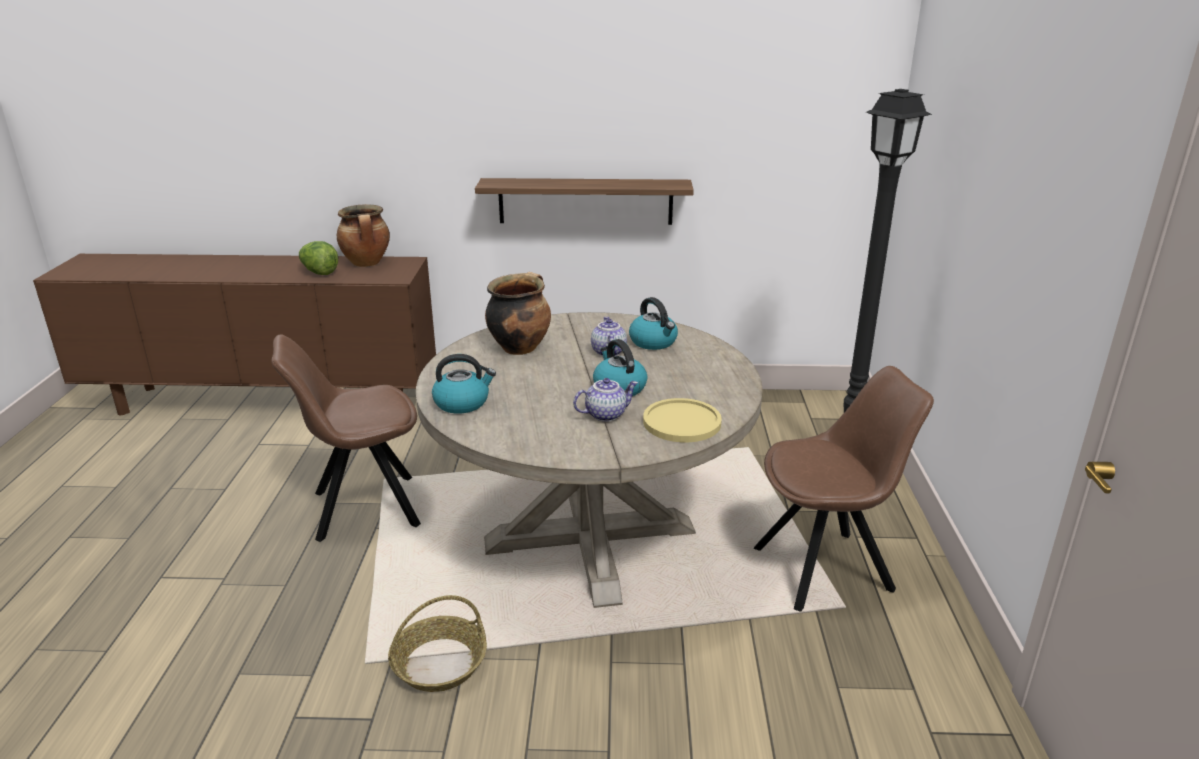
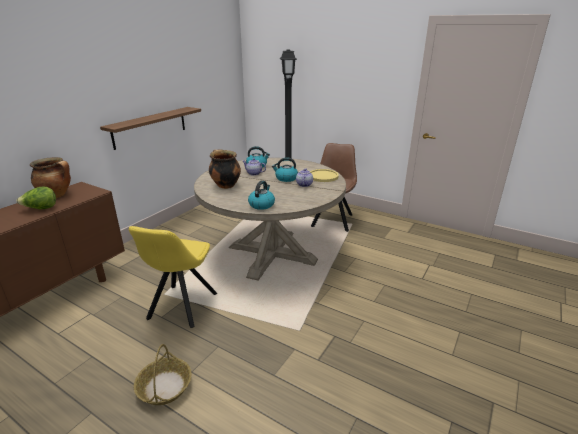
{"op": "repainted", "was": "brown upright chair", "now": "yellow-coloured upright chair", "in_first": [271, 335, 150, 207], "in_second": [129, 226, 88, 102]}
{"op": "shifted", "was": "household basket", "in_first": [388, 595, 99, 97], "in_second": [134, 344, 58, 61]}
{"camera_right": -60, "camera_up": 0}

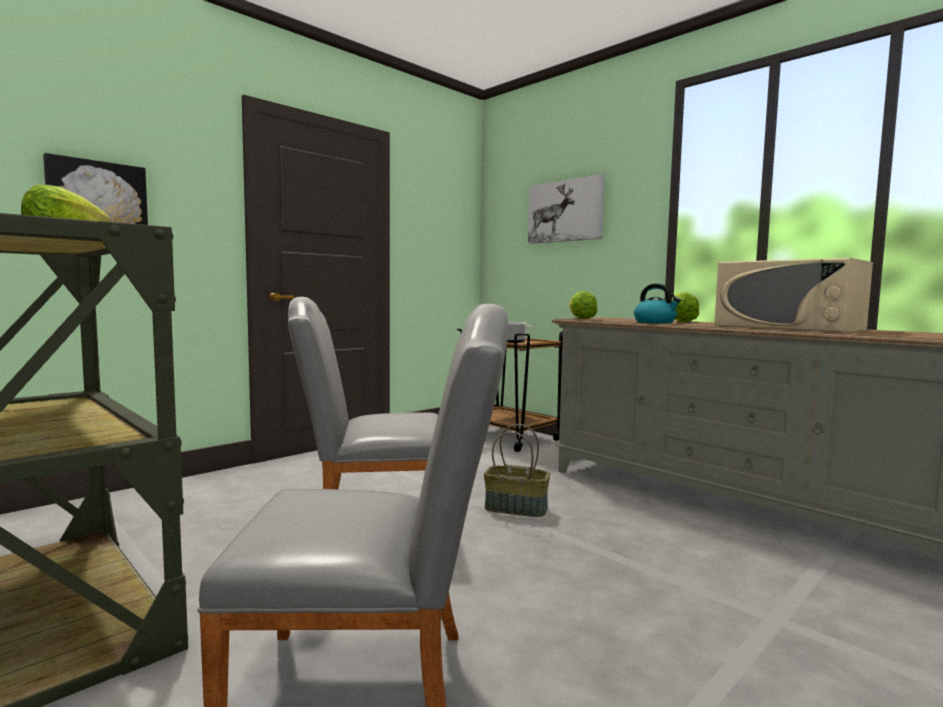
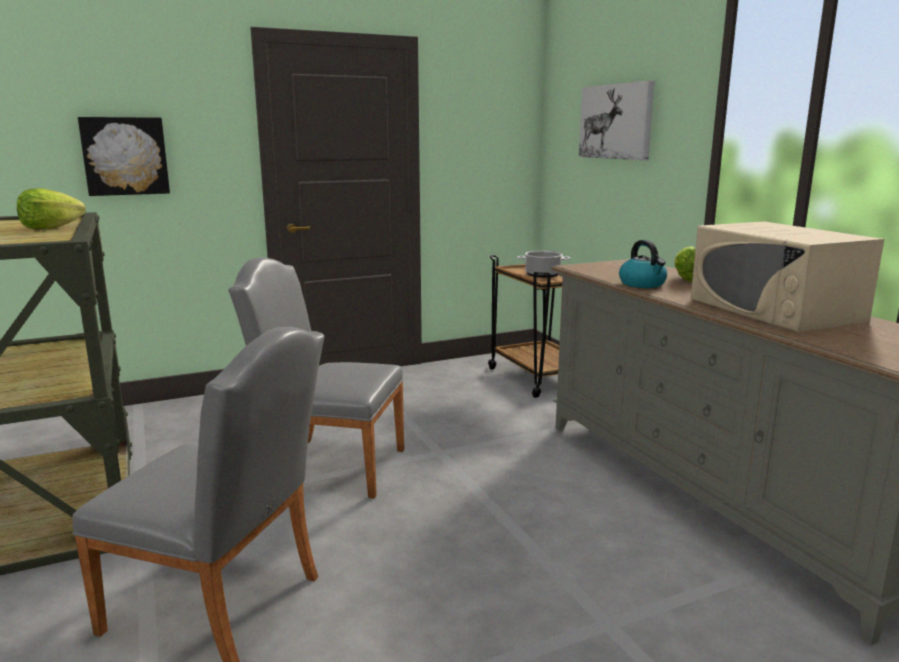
{"op": "gone", "was": "household basket", "in_first": [484, 424, 66, 93]}
{"op": "gone", "was": "head of lettuce", "in_first": [569, 291, 29, 28]}
{"camera_right": 20, "camera_up": 10}

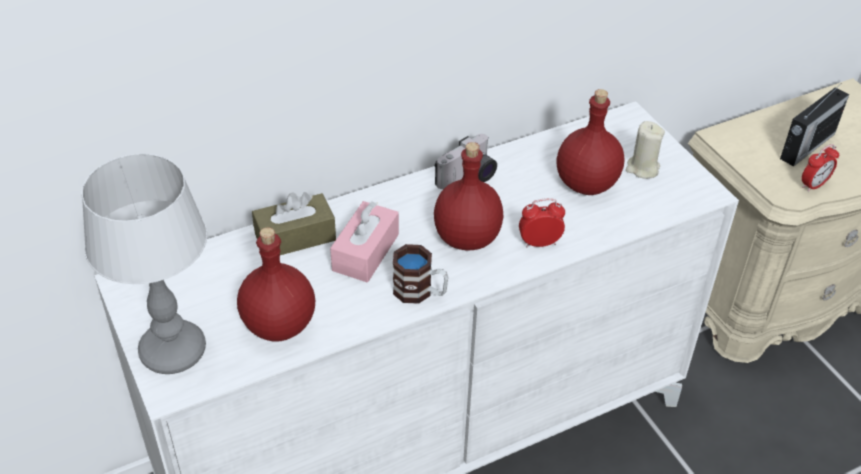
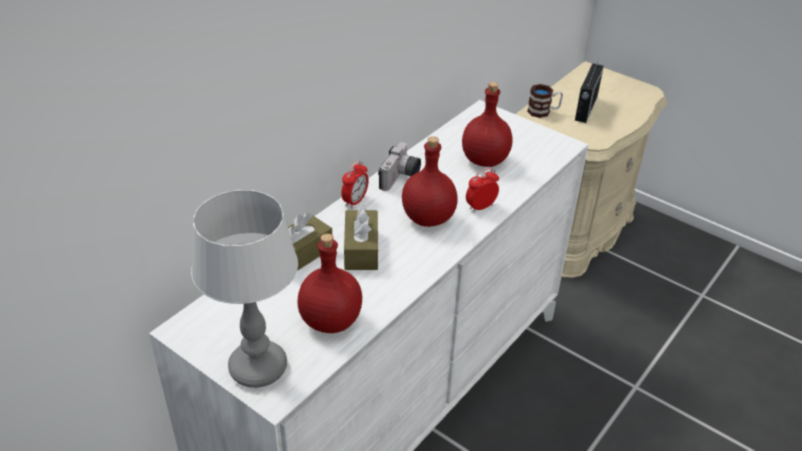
{"op": "shifted", "was": "alarm clock", "in_first": [802, 144, 37, 48], "in_second": [341, 161, 28, 48]}
{"op": "repainted", "was": "pink-coloured tissue holder", "now": "brown tissue holder", "in_first": [330, 201, 69, 81], "in_second": [344, 205, 34, 65]}
{"op": "shifted", "was": "coffee mug", "in_first": [393, 244, 56, 60], "in_second": [527, 84, 36, 34]}
{"op": "gone", "was": "beige wax light", "in_first": [626, 121, 39, 58]}
{"camera_right": -25, "camera_up": -5}

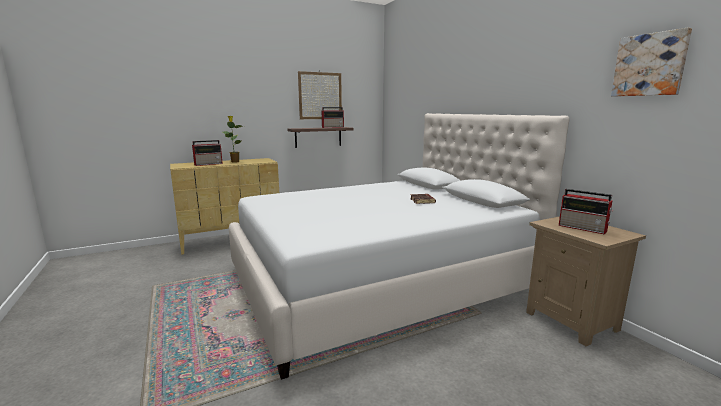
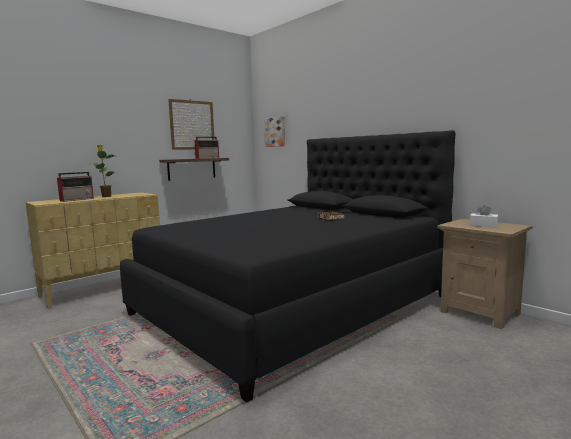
{"op": "repainted", "was": "white sleeping bed", "now": "black-coloured sleeping bed", "in_first": [229, 113, 340, 267], "in_second": [120, 130, 335, 273]}
{"op": "shifted", "was": "picture", "in_first": [611, 27, 81, 69], "in_second": [264, 117, 21, 30]}
{"op": "swapped", "was": "radio set", "now": "white tissue holder", "in_first": [559, 189, 54, 46], "in_second": [470, 205, 28, 22]}
{"camera_right": -15, "camera_up": -5}

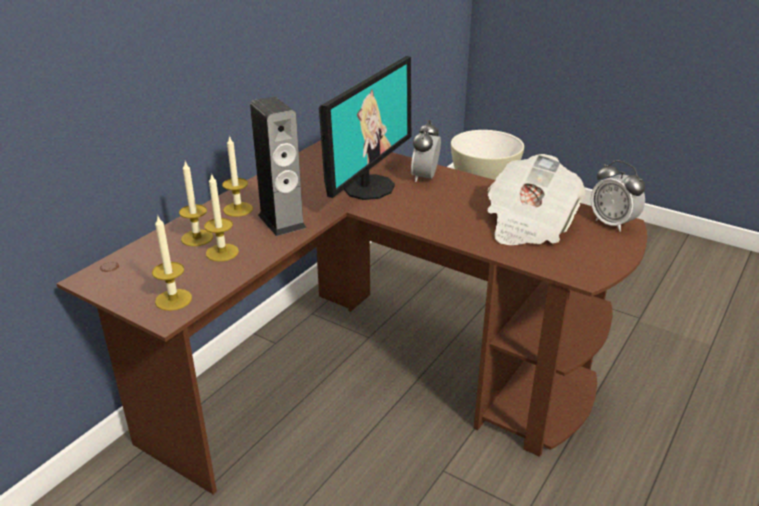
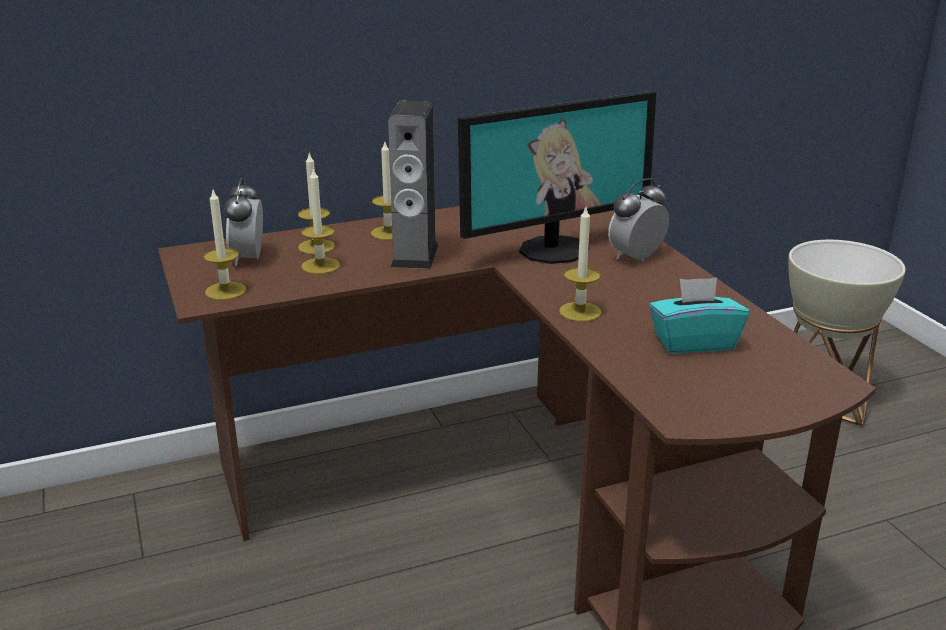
{"op": "shifted", "was": "alarm clock", "in_first": [591, 160, 54, 72], "in_second": [224, 178, 39, 88]}
{"op": "new", "now": "wax light", "in_second": [559, 207, 42, 115]}
{"op": "swapped", "was": "newspaper", "now": "turquoise tissue holder", "in_first": [487, 154, 99, 91], "in_second": [649, 278, 100, 75]}
{"camera_right": 35, "camera_up": -5}

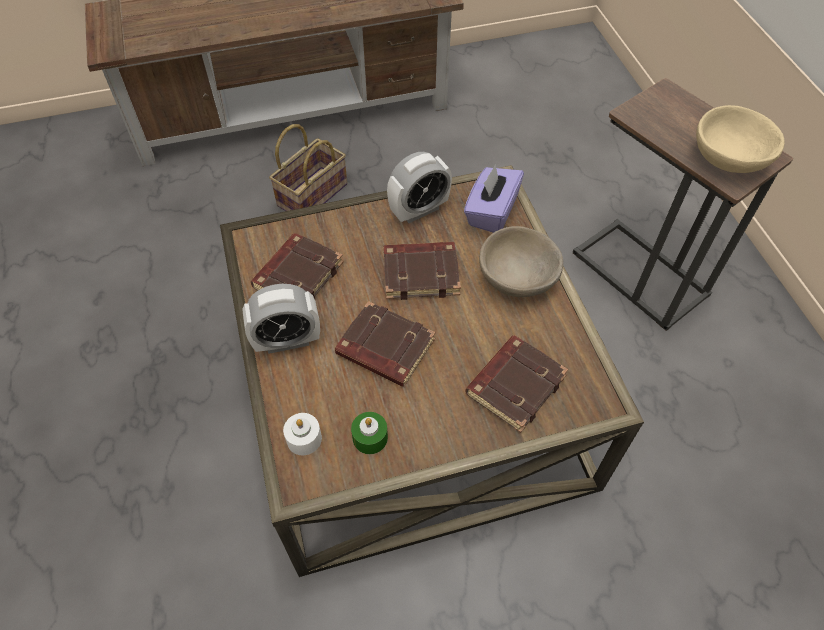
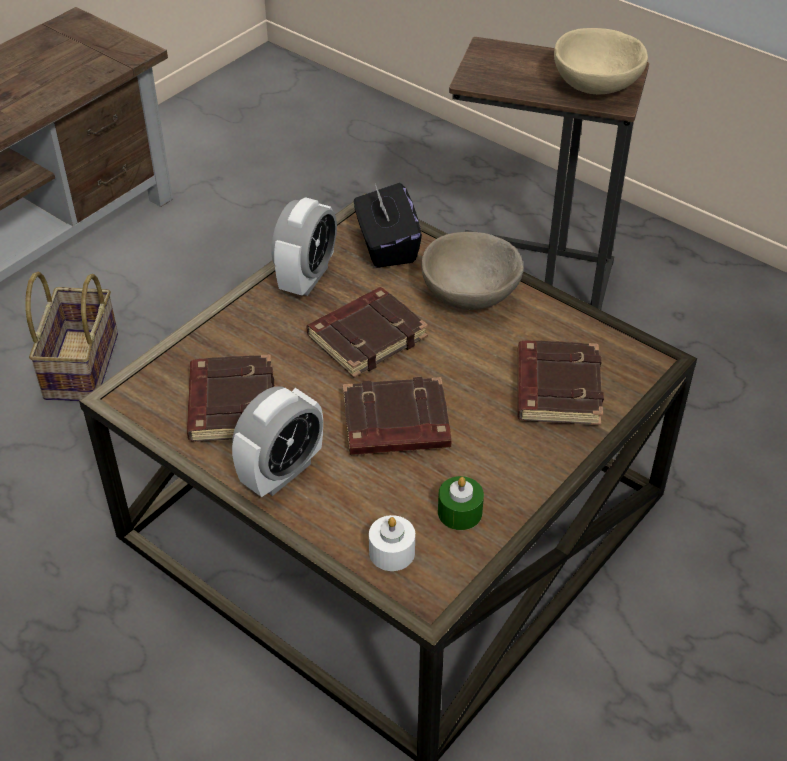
{"op": "repainted", "was": "purple-coloured tissue holder", "now": "black-coloured tissue holder", "in_first": [464, 164, 60, 69], "in_second": [354, 183, 68, 85]}
{"camera_right": -35, "camera_up": -10}

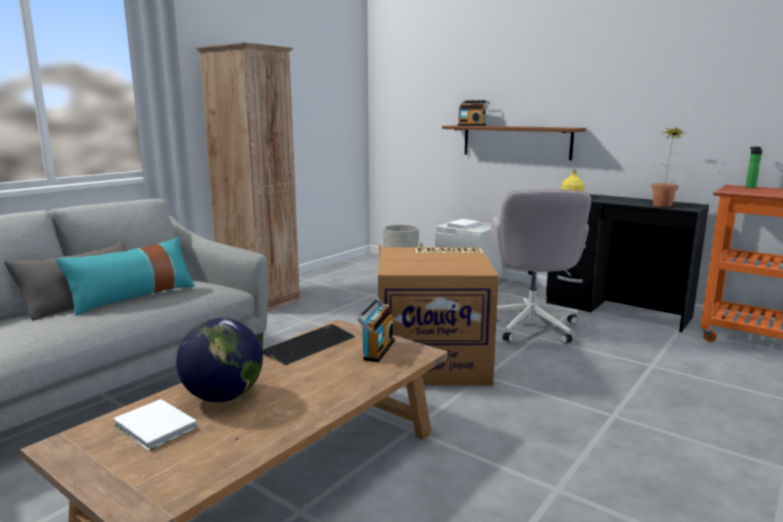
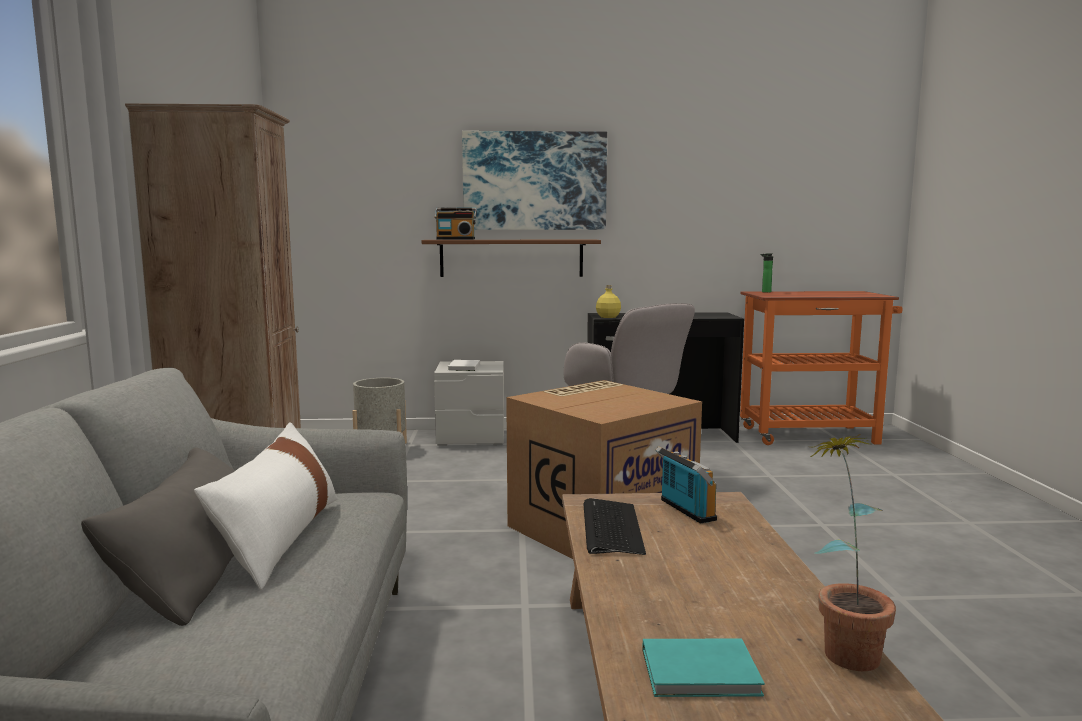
{"op": "repainted", "was": "turquoise pillow", "now": "white pillow", "in_first": [56, 237, 139, 79], "in_second": [194, 422, 144, 168]}
{"op": "new", "now": "picture", "in_second": [462, 131, 145, 99]}
{"op": "repainted", "was": "white bound book", "now": "turquoise bound book", "in_first": [113, 399, 84, 52], "in_second": [643, 638, 122, 59]}
{"op": "shifted", "was": "potted plant", "in_first": [651, 127, 35, 80], "in_second": [810, 434, 86, 237]}
{"op": "gone", "was": "globe", "in_first": [176, 318, 87, 84]}
{"camera_right": -40, "camera_up": -5}

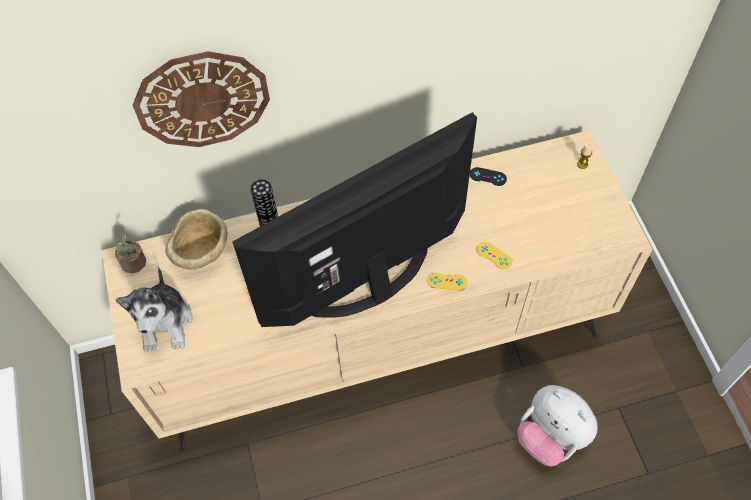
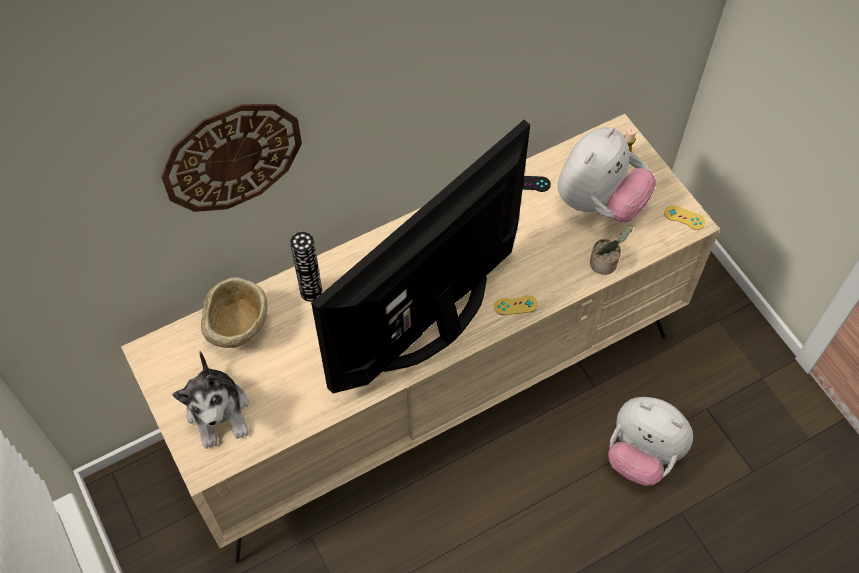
{"op": "new", "now": "plush toy", "in_second": [557, 127, 99, 95]}
{"op": "shifted", "was": "potted plant", "in_first": [115, 232, 31, 41], "in_second": [590, 225, 43, 50]}
{"op": "shifted", "was": "yellow-coloured gamepad", "in_first": [476, 242, 36, 27], "in_second": [664, 205, 41, 25]}
{"camera_right": -15, "camera_up": 0}

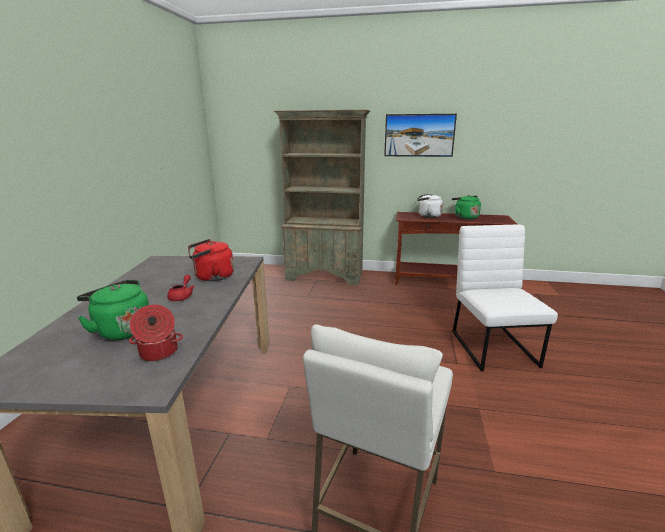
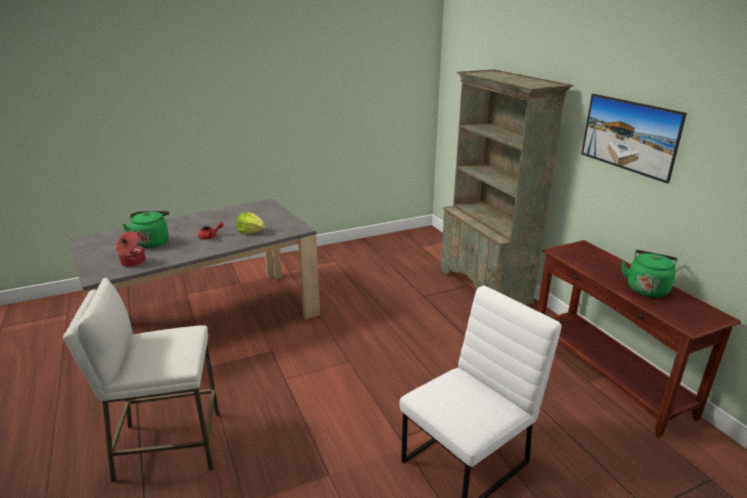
{"op": "swapped", "was": "red water kettle", "now": "head of lettuce", "in_first": [188, 239, 46, 42], "in_second": [237, 212, 29, 22]}
{"op": "gone", "was": "white water kettle", "in_first": [417, 193, 26, 25]}
{"camera_right": 55, "camera_up": 5}

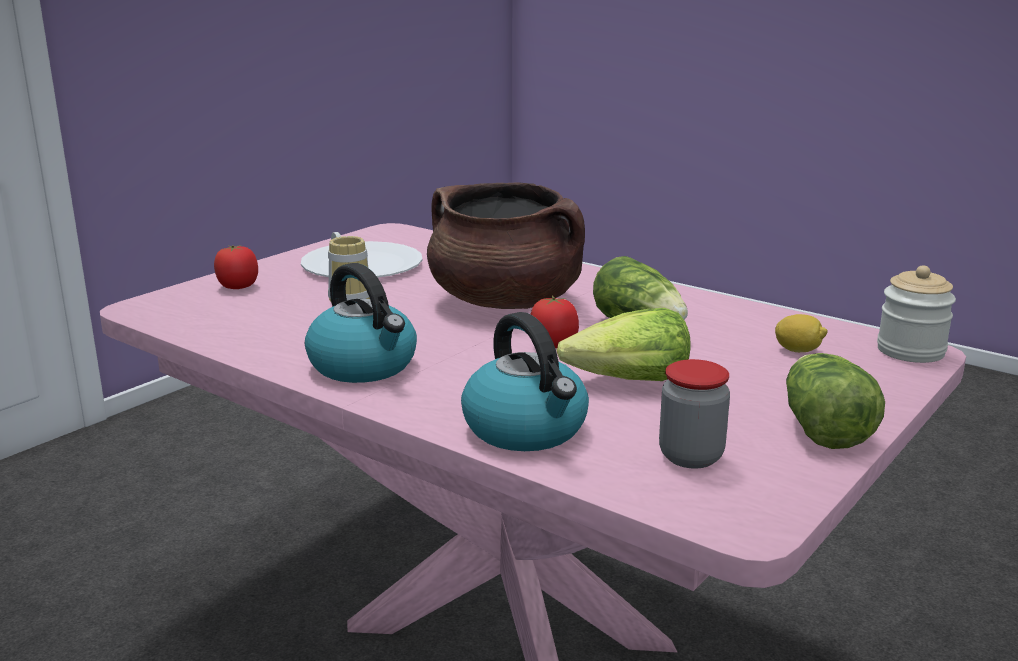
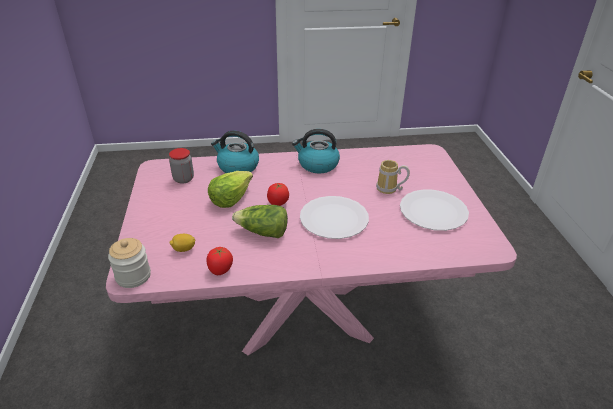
{"op": "shifted", "was": "tomato", "in_first": [214, 245, 44, 44], "in_second": [206, 247, 27, 28]}
{"op": "swapped", "was": "brown saucepot", "now": "white plate", "in_first": [427, 182, 158, 127], "in_second": [300, 196, 69, 43]}
{"op": "gone", "was": "head of lettuce", "in_first": [786, 353, 99, 96]}
{"camera_right": 135, "camera_up": 15}

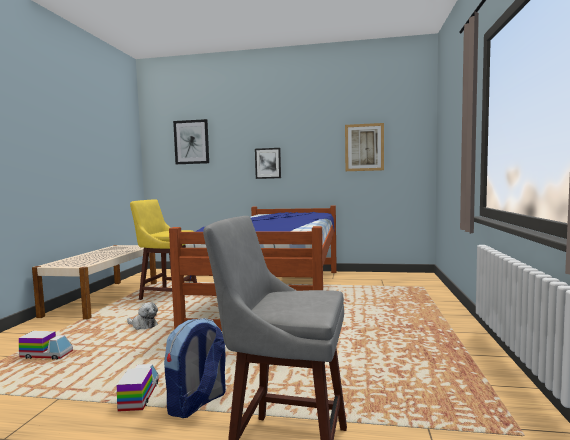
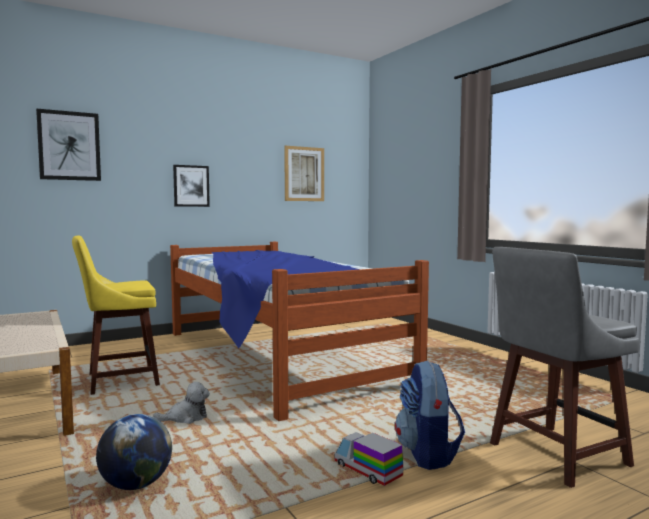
{"op": "swapped", "was": "toy truck", "now": "globe", "in_first": [19, 331, 54, 29], "in_second": [96, 414, 76, 76]}
{"camera_right": -40, "camera_up": 0}

